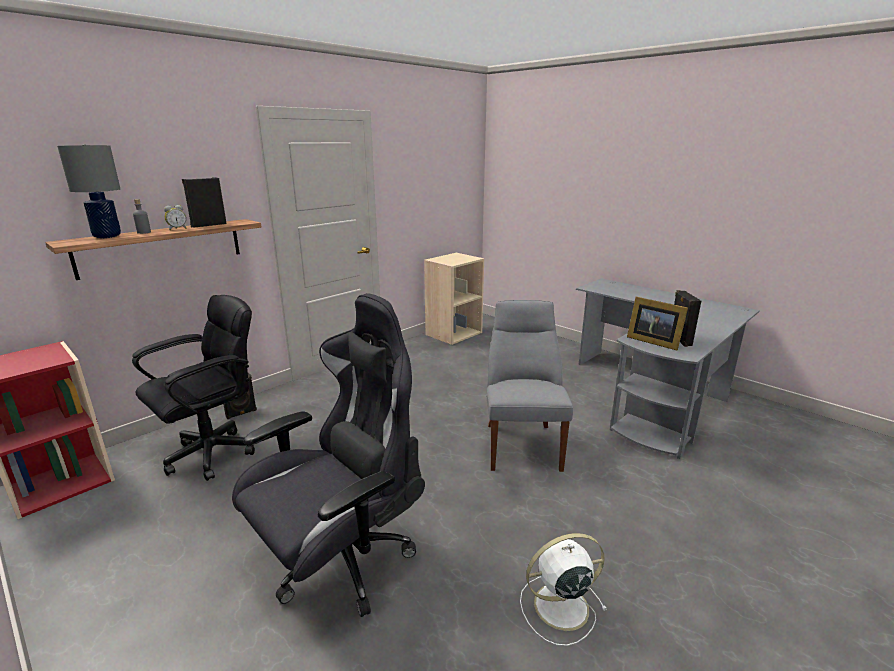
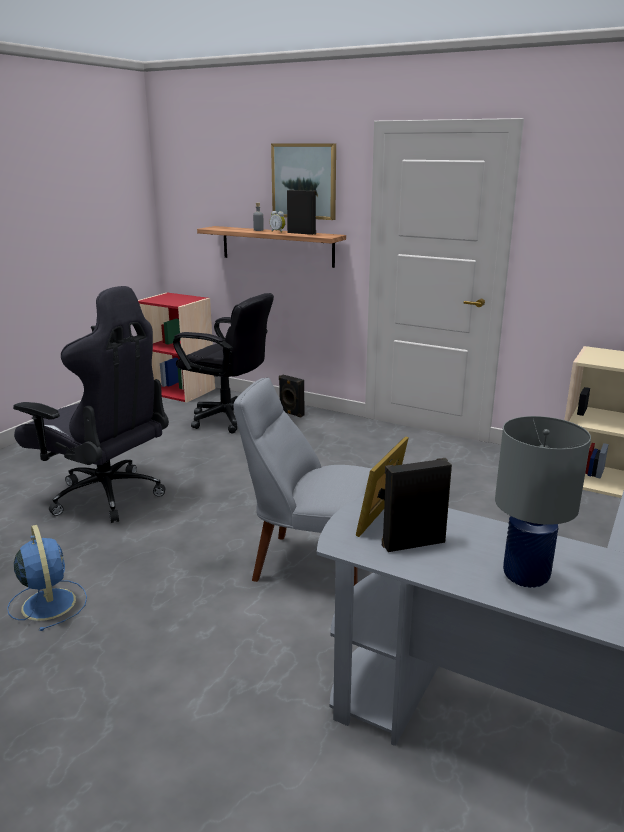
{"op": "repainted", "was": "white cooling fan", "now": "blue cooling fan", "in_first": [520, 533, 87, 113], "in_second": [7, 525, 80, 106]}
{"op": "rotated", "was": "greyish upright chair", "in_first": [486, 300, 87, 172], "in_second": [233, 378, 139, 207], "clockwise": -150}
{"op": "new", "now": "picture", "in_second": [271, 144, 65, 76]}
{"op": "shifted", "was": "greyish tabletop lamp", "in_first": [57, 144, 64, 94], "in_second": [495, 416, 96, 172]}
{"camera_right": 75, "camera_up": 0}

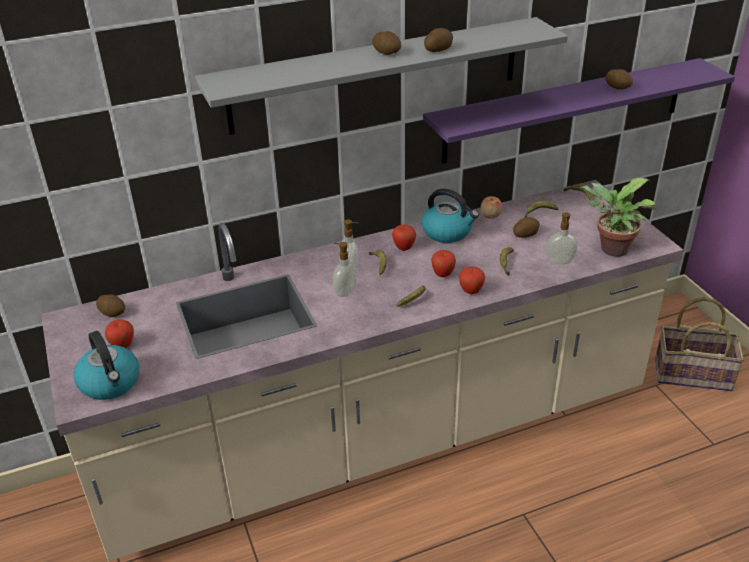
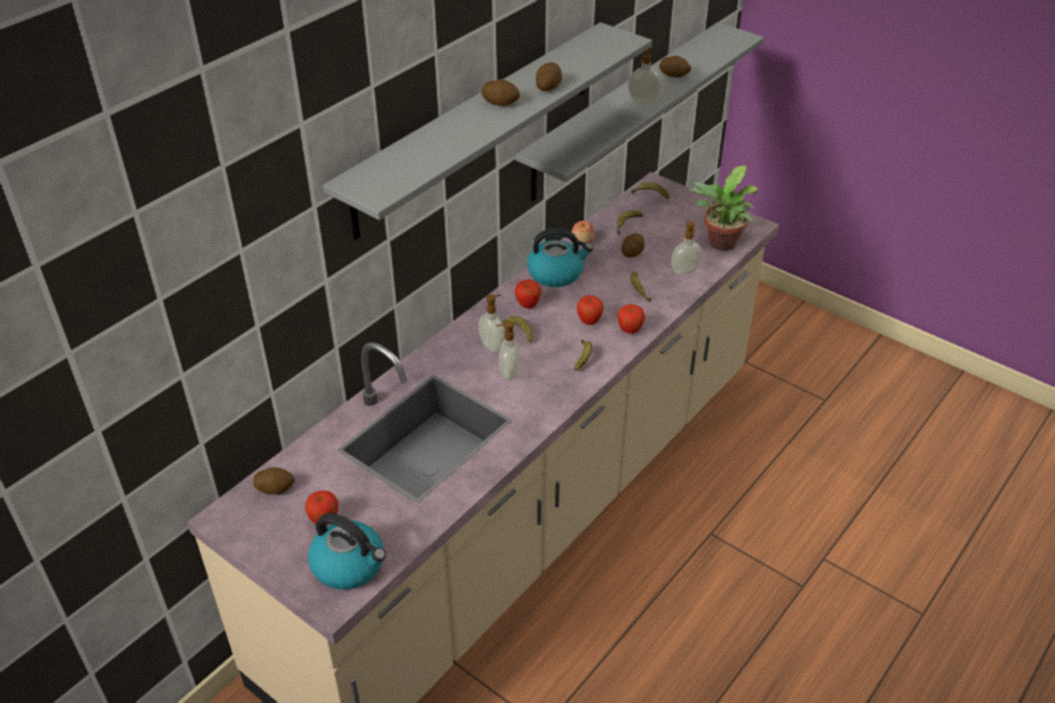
{"op": "repainted", "was": "purple-coloured wall shelf", "now": "greyish wall shelf", "in_first": [423, 58, 312, 106], "in_second": [516, 22, 248, 179]}
{"op": "new", "now": "liquid soap bottle", "in_second": [628, 47, 33, 56]}
{"op": "gone", "was": "household basket", "in_first": [655, 297, 89, 94]}
{"camera_right": -30, "camera_up": 5}

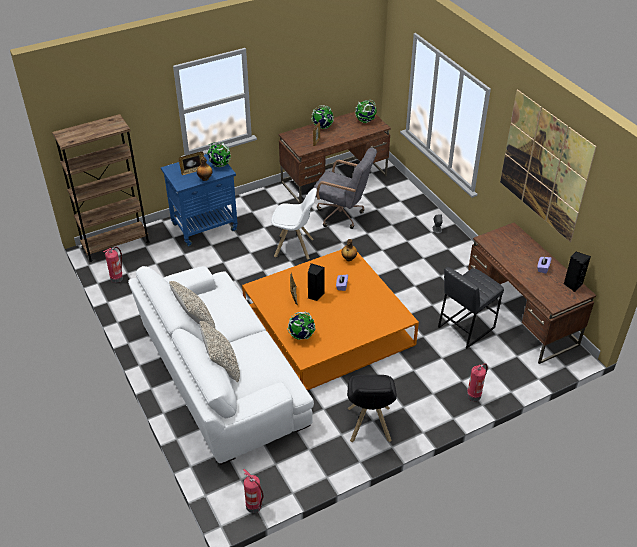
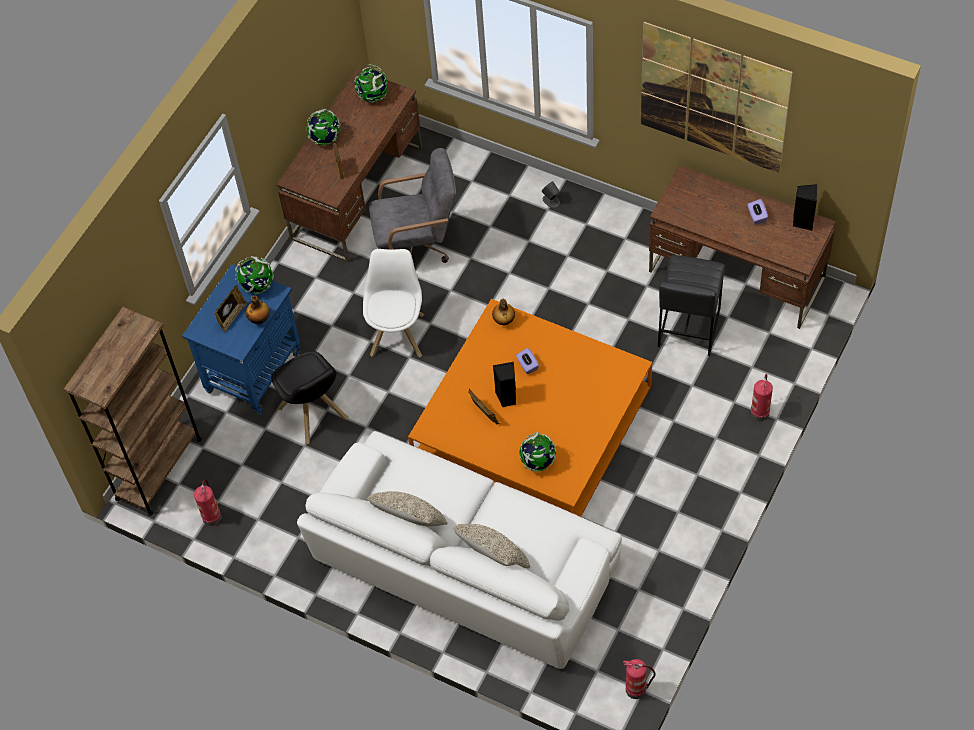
{"op": "shifted", "was": "black-coloured upright chair", "in_first": [347, 375, 50, 67], "in_second": [271, 351, 77, 93]}
{"op": "rotated", "was": "white upright chair", "in_first": [271, 188, 46, 72], "in_second": [363, 249, 61, 109], "clockwise": -60}
{"camera_right": -30, "camera_up": 15}

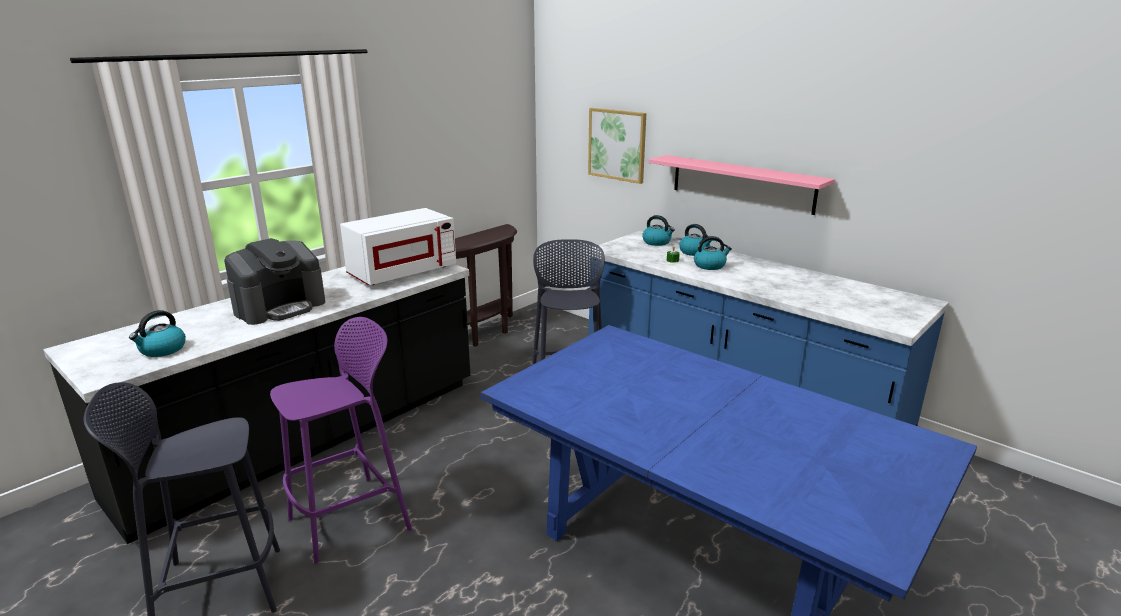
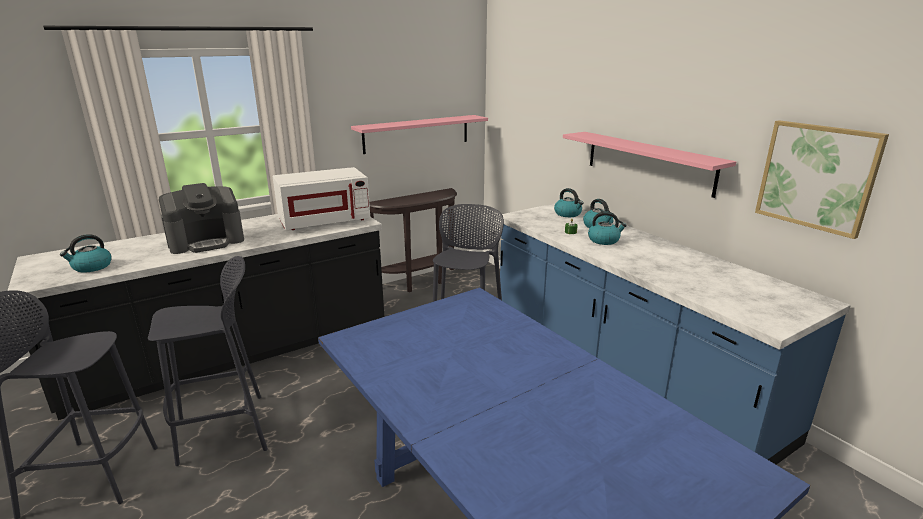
{"op": "repainted", "was": "purple-coloured sitting stool", "now": "greyish sitting stool", "in_first": [270, 317, 142, 247], "in_second": [148, 256, 120, 210]}
{"op": "new", "now": "pink-coloured wall shelf", "in_second": [351, 115, 137, 39]}
{"op": "shifted", "was": "picture", "in_first": [588, 108, 58, 76], "in_second": [755, 120, 134, 119]}
{"camera_right": 15, "camera_up": 0}

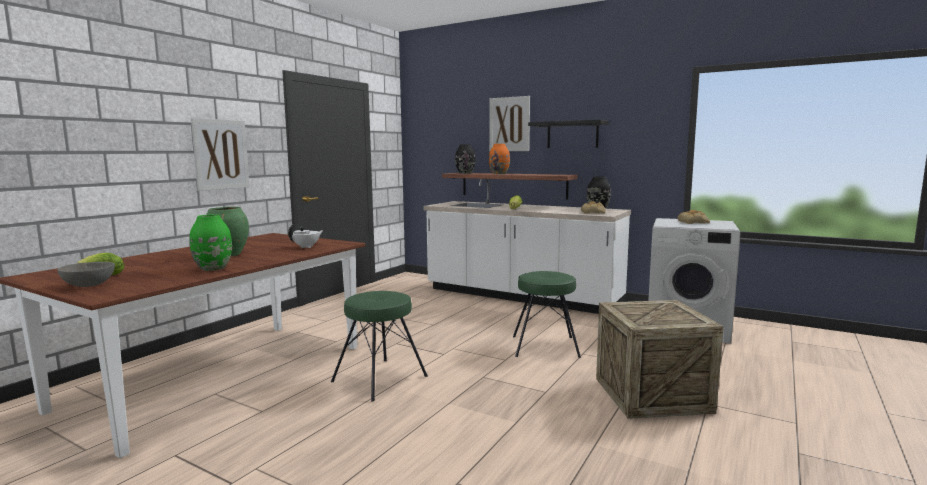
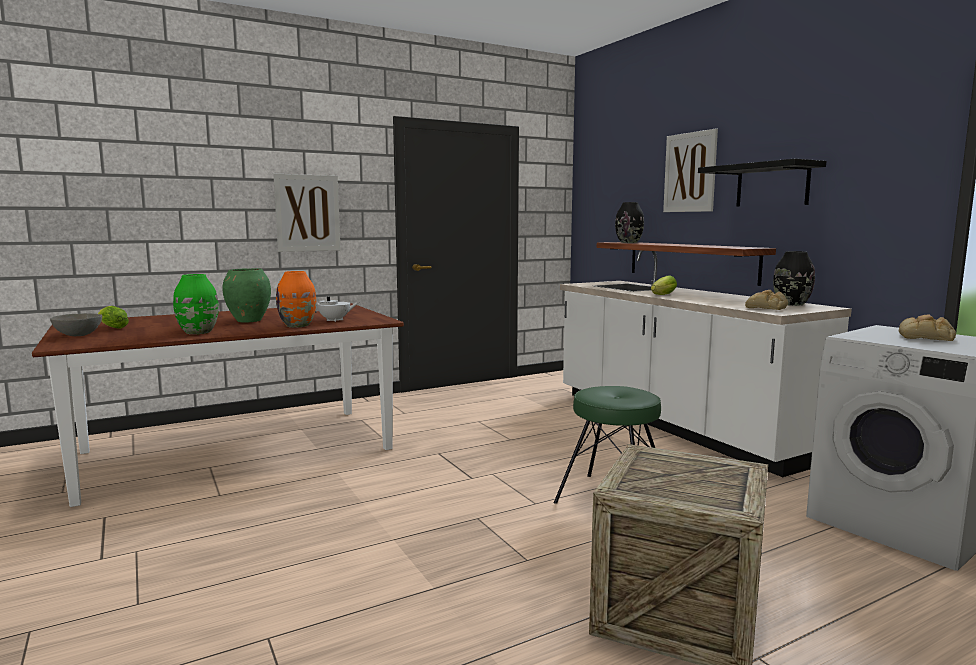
{"op": "shifted", "was": "orangey vase", "in_first": [489, 144, 21, 30], "in_second": [276, 271, 40, 57]}
{"op": "gone", "was": "green-coloured sitting stool", "in_first": [331, 291, 97, 111]}
{"camera_right": 30, "camera_up": 0}

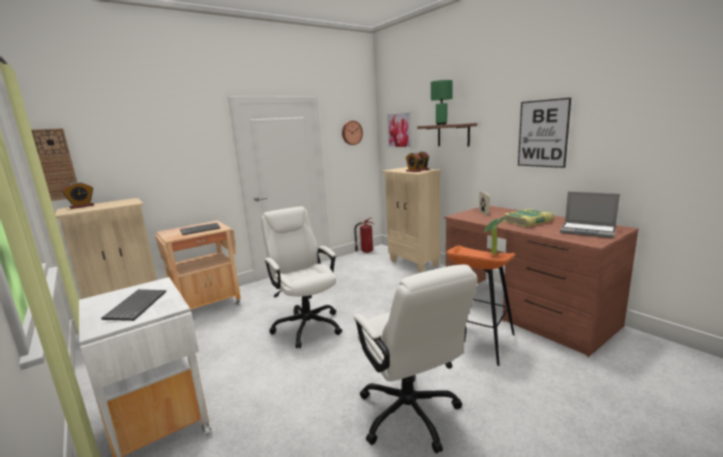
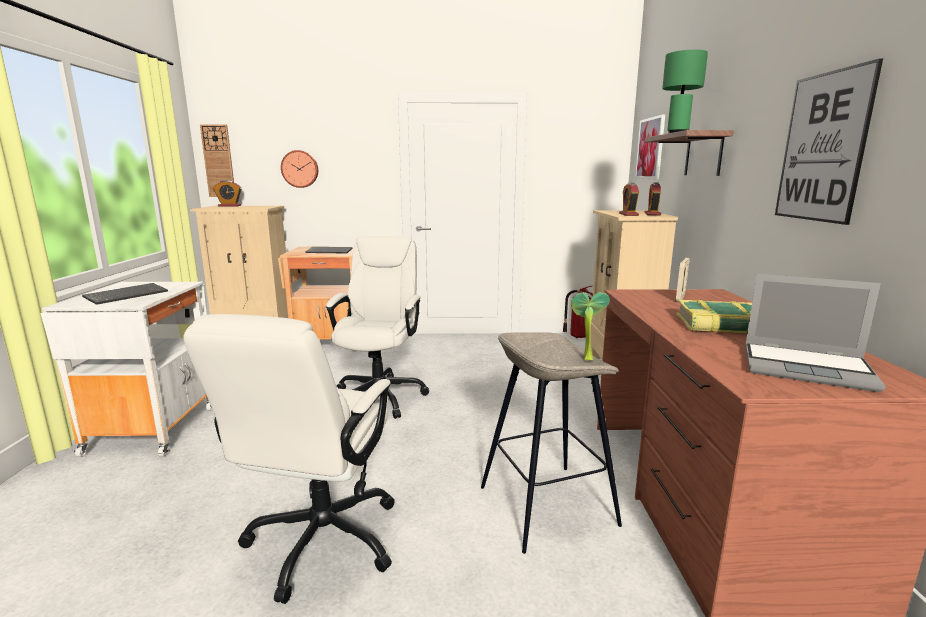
{"op": "shifted", "was": "wall clock", "in_first": [342, 121, 21, 24], "in_second": [281, 150, 37, 38]}
{"op": "repainted", "was": "orangey sitting stool", "now": "greyish sitting stool", "in_first": [446, 245, 70, 121], "in_second": [481, 332, 141, 222]}
{"op": "rotated", "was": "portable computer", "in_first": [560, 192, 60, 46], "in_second": [745, 274, 141, 118], "clockwise": -45}
{"camera_right": 35, "camera_up": 0}

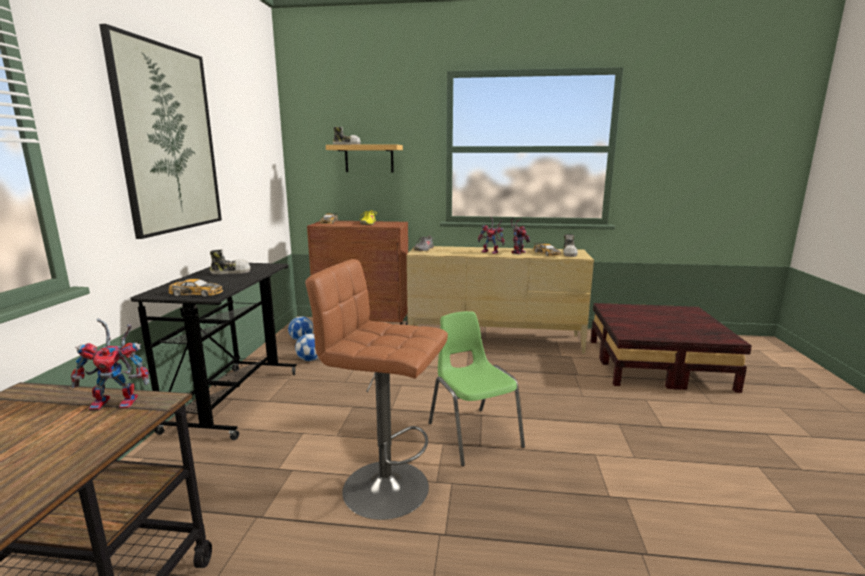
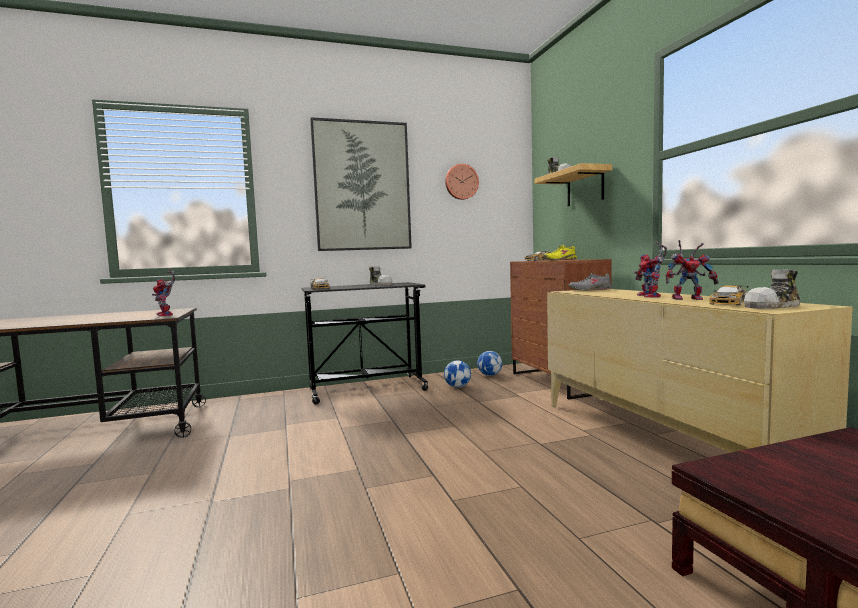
{"op": "new", "now": "wall clock", "in_second": [445, 164, 34, 36]}
{"op": "gone", "was": "brown sitting stool", "in_first": [305, 259, 143, 261]}
{"op": "gone", "was": "green-coloured upright chair", "in_first": [429, 311, 96, 155]}
{"camera_right": 65, "camera_up": -10}

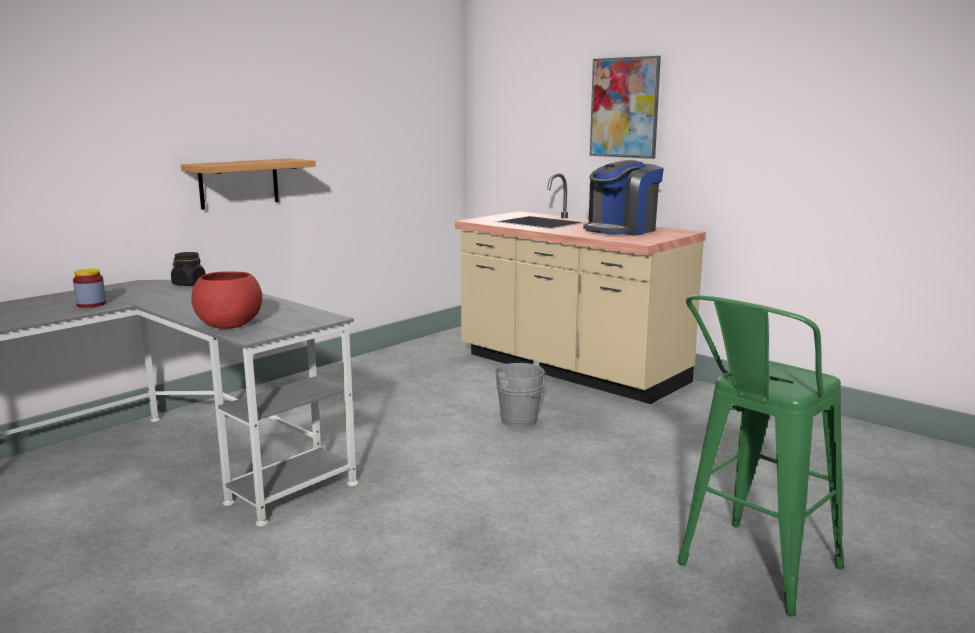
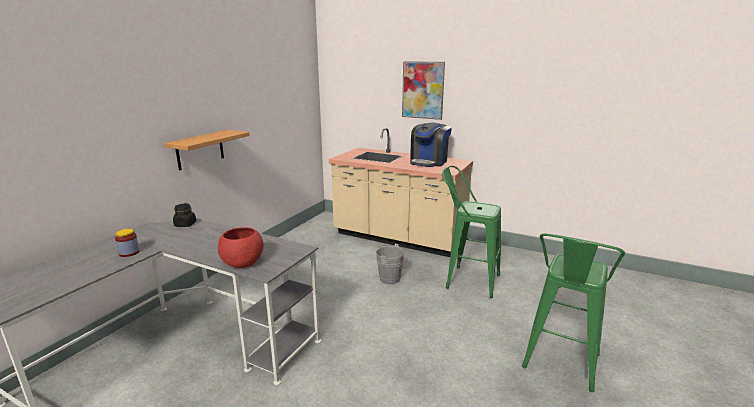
{"op": "new", "now": "green-coloured sitting stool", "in_second": [442, 166, 59, 132]}
{"camera_right": -15, "camera_up": 5}

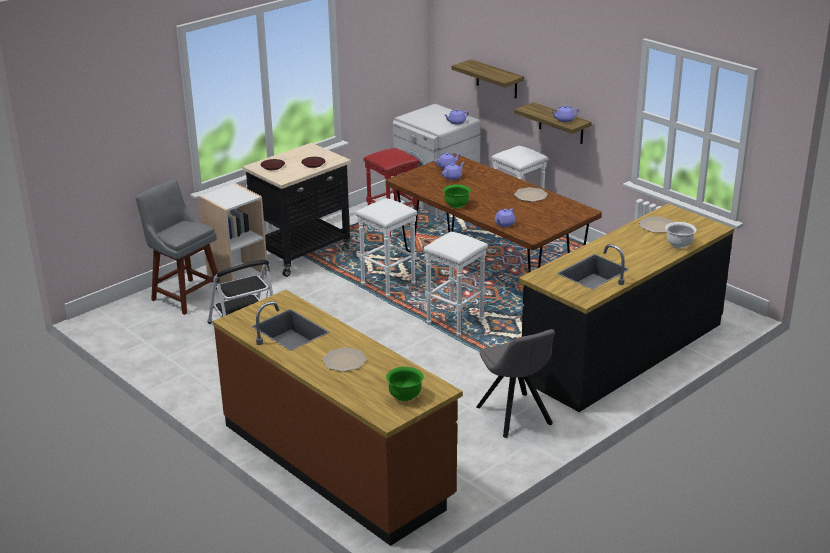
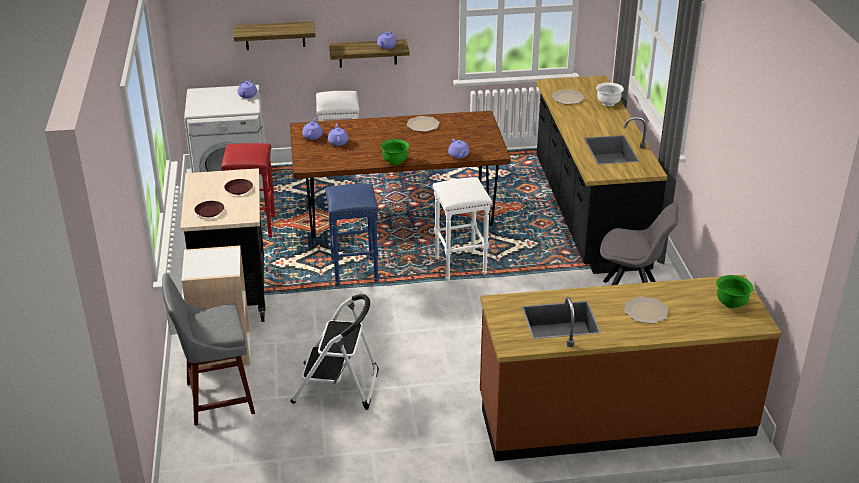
{"op": "repainted", "was": "white sitting stool", "now": "blue sitting stool", "in_first": [356, 198, 61, 99], "in_second": [325, 183, 54, 103]}
{"camera_right": -55, "camera_up": 5}

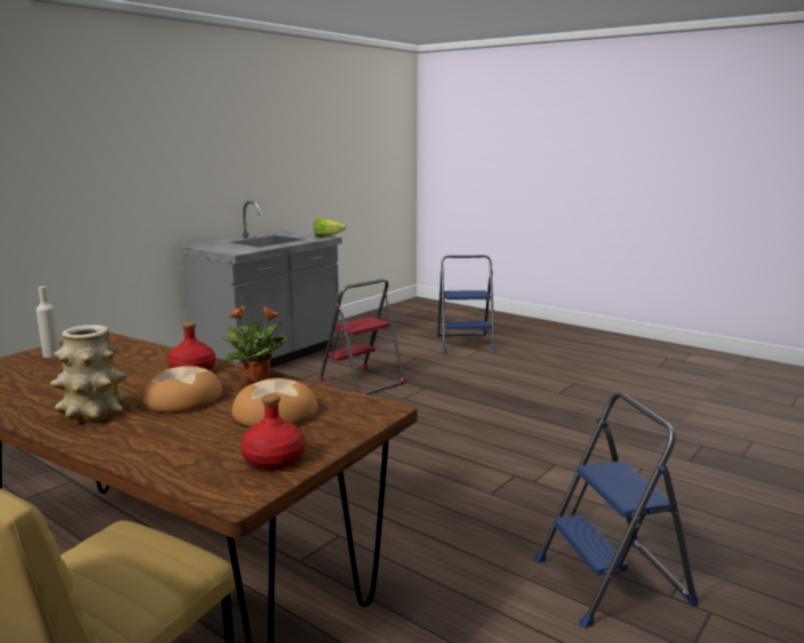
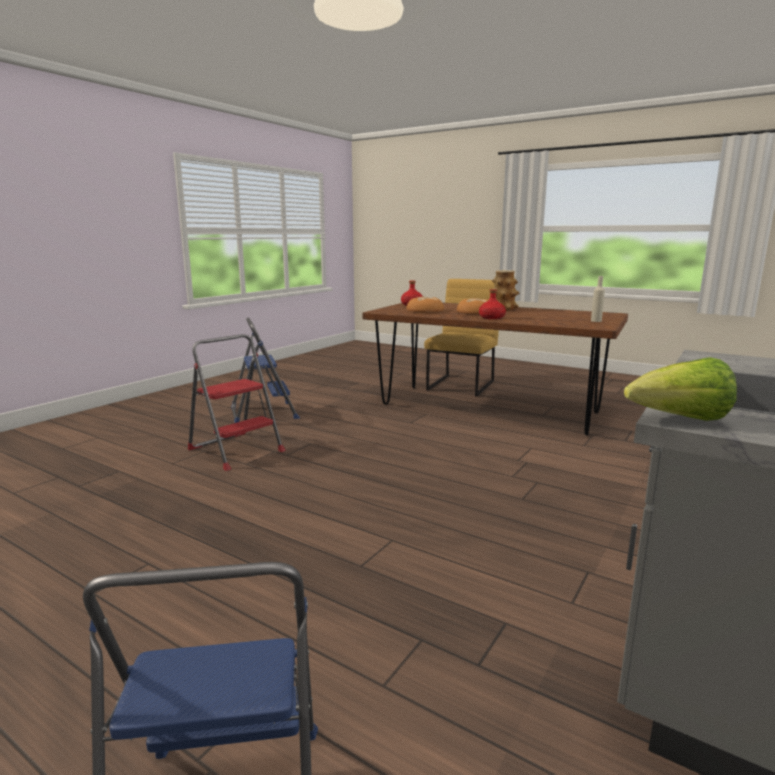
{"op": "shifted", "was": "red stepladder", "in_first": [317, 279, 89, 116], "in_second": [188, 334, 98, 137]}
{"op": "gone", "was": "potted plant", "in_first": [221, 305, 68, 77]}
{"camera_right": 175, "camera_up": 0}

